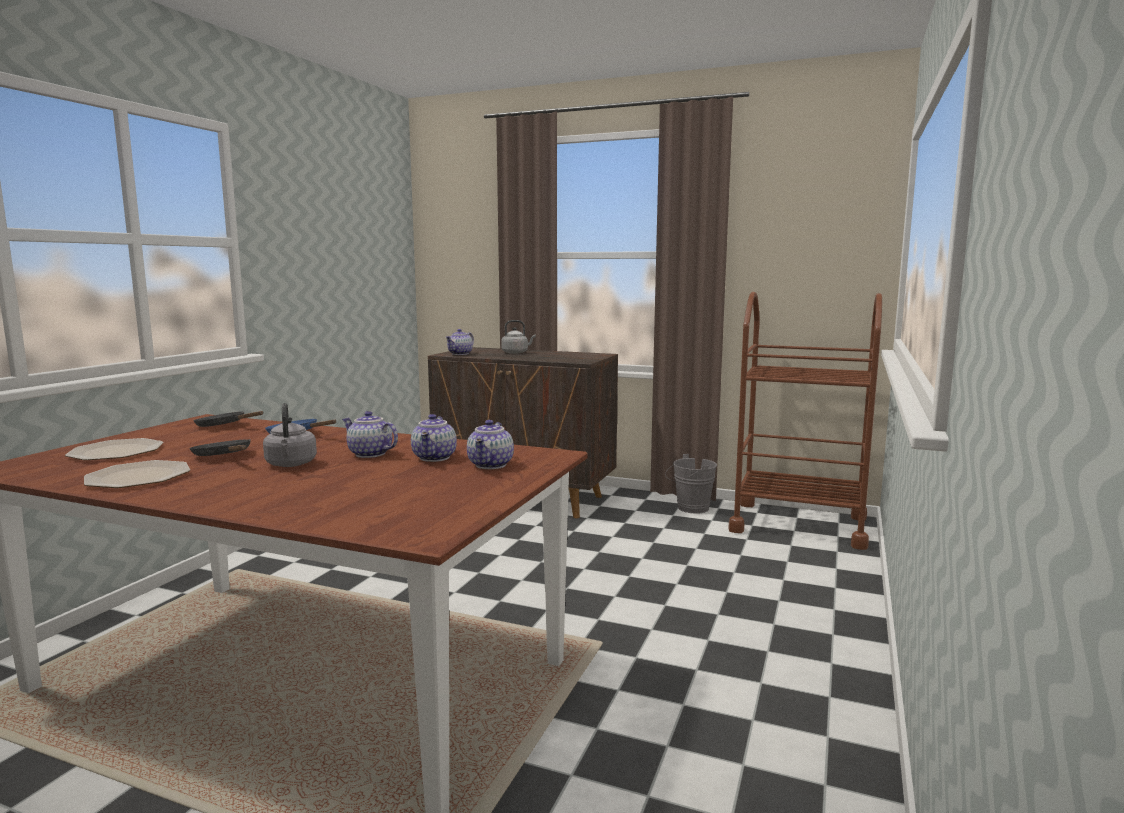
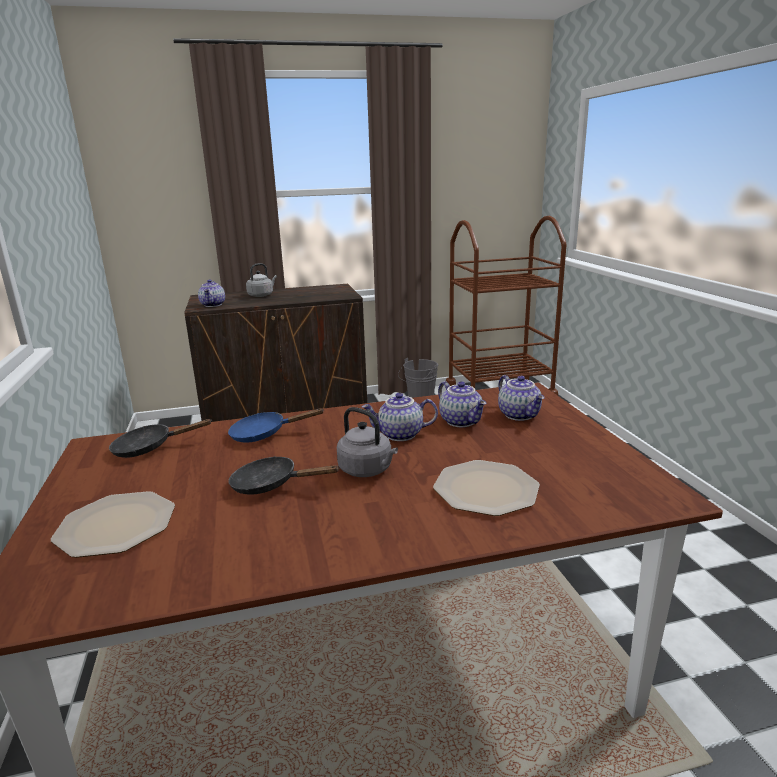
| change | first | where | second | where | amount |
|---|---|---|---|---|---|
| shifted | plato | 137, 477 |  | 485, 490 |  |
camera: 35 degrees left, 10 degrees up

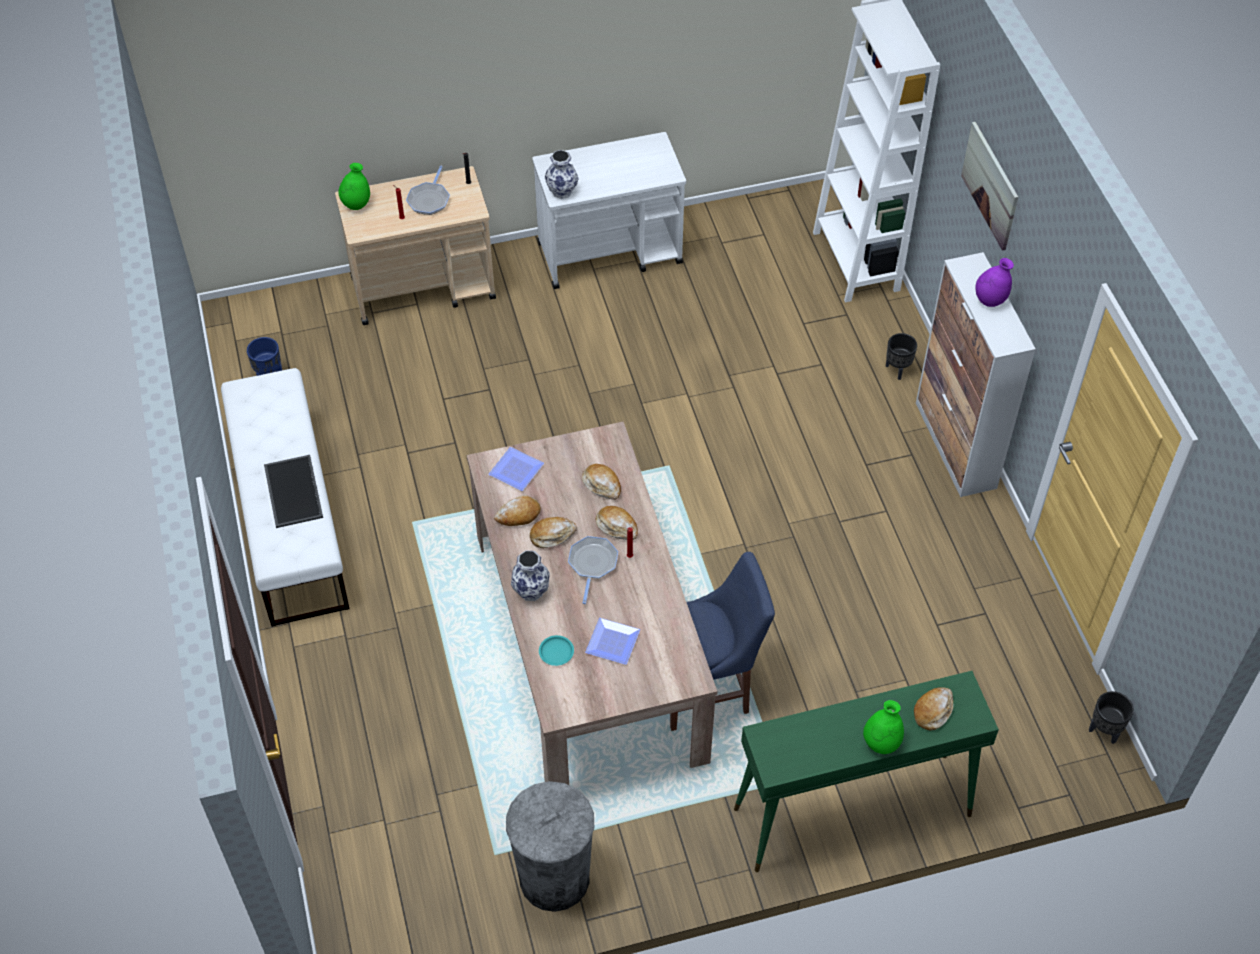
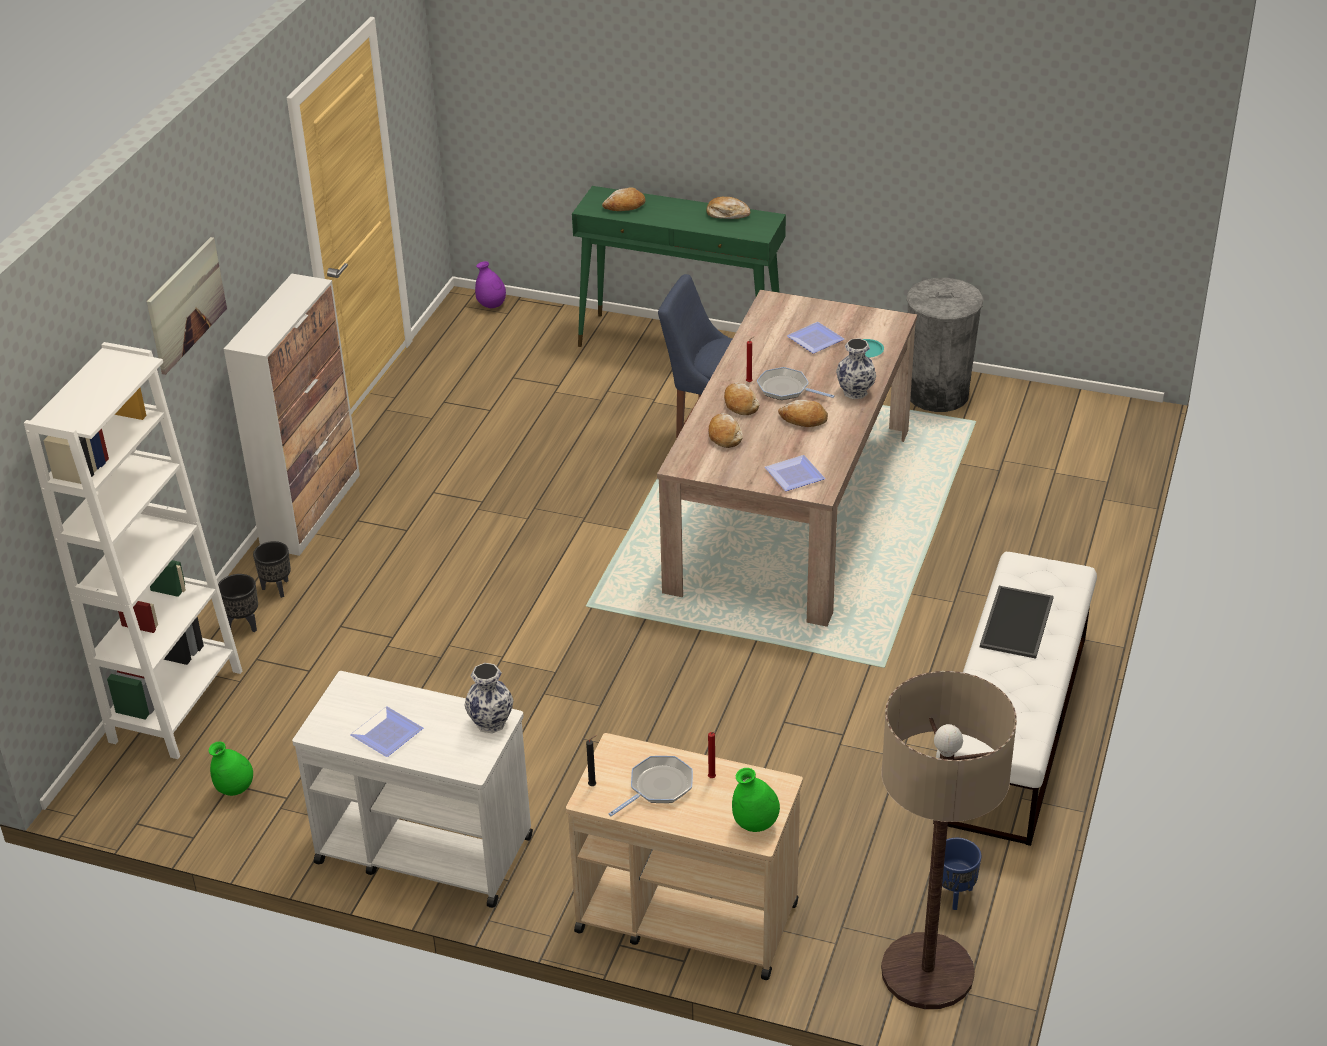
| change | first | where | second | where | amount |
|---|---|---|---|---|---|
| new |  |  | plato | 387, 732 |  |
| new |  |  | lámpara de pie | 927, 972 |  |
| shifted | pan | 518, 515 |  | 727, 214 |  |
| shifted | florero [verde] | 881, 743 |  | 235, 789 |  |
| shifted | florero [morado] | 990, 300 |  | 491, 305 |  |
| shifted | maceta [negro] | 1105, 730 |  | 243, 625 |  |
| rotated | sartén | 592, 564 |  | 786, 389 | 75 degrees clockwise |
camera: 145 degrees left, 15 degrees down

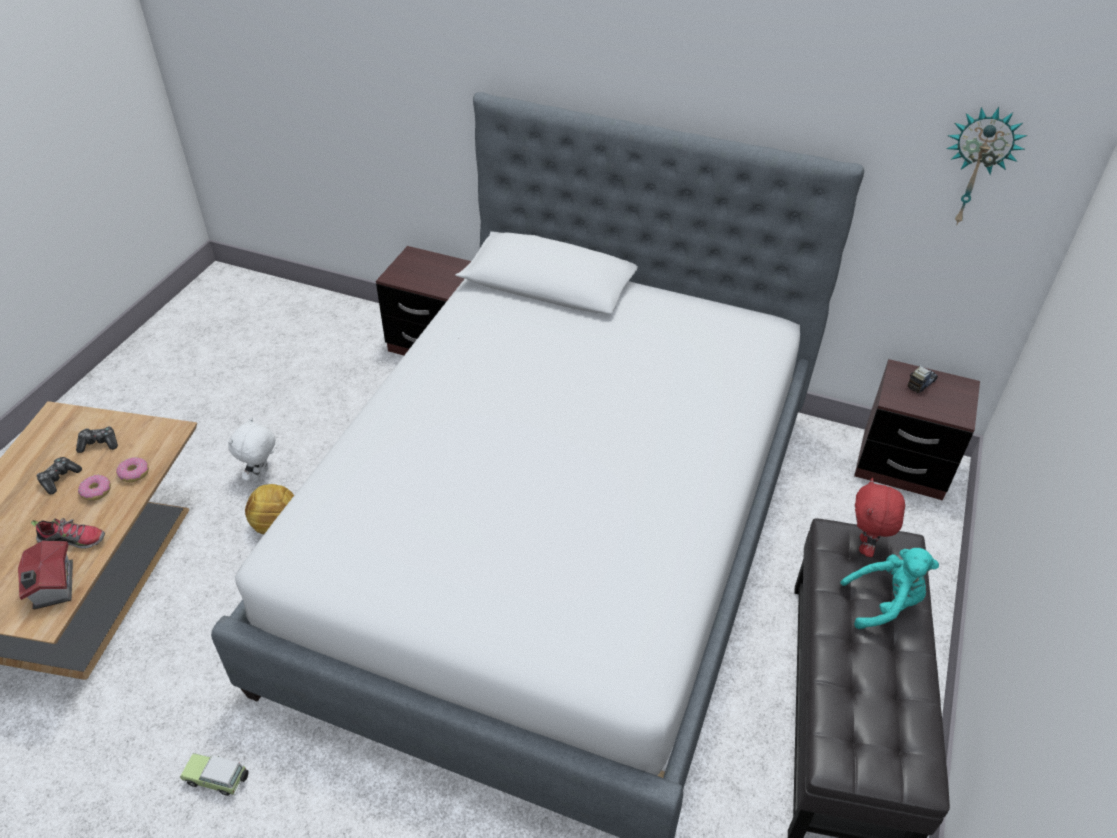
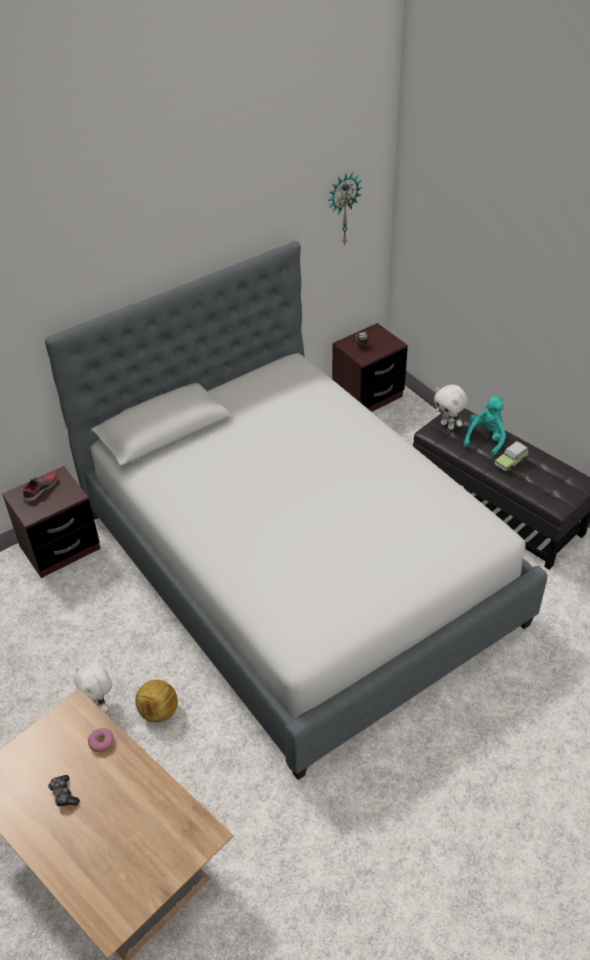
| change | first | where | second | where | amount |
|---|---|---|---|---|---|
| gone | casita | 52, 587 |  |  |  |
| gone | mando de consola | 99, 444 |  |  |  |
| gone | rosquilla | 96, 491 |  |  |  |
| shifted | zapato | 74, 539 |  | 40, 489 |  |
| shifted | coche de juguete | 218, 779 |  | 511, 462 |  |
| repainted | peluche [rojo] | 866, 546 | peluche [blanco] | 448, 425 |  |
camera: 55 degrees left, 0 degrees up

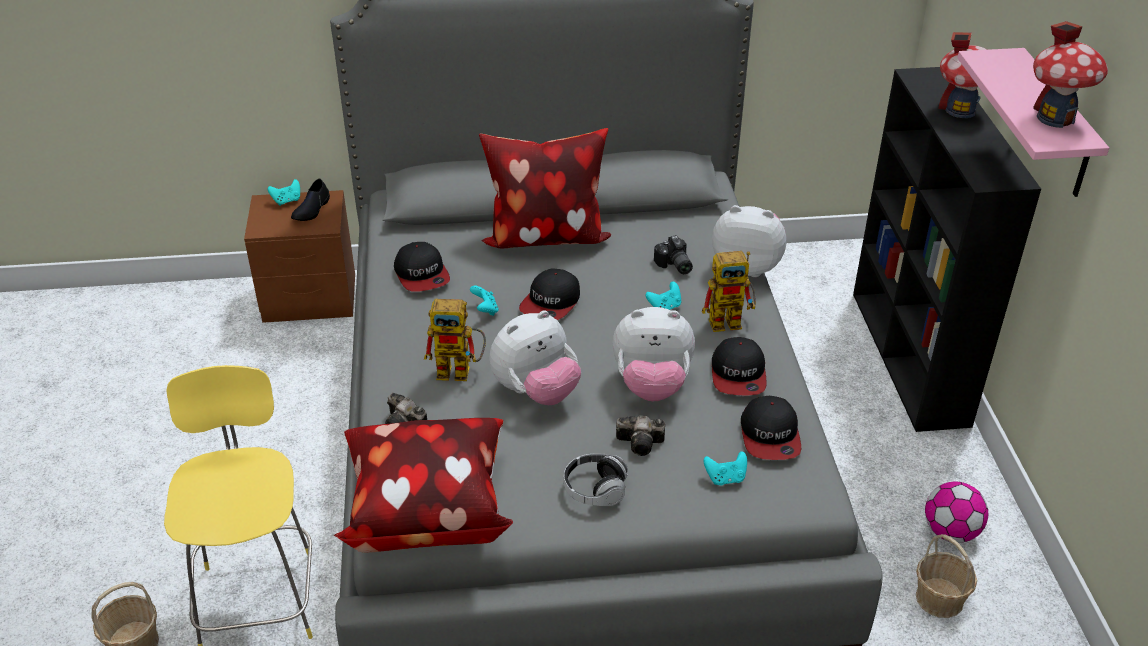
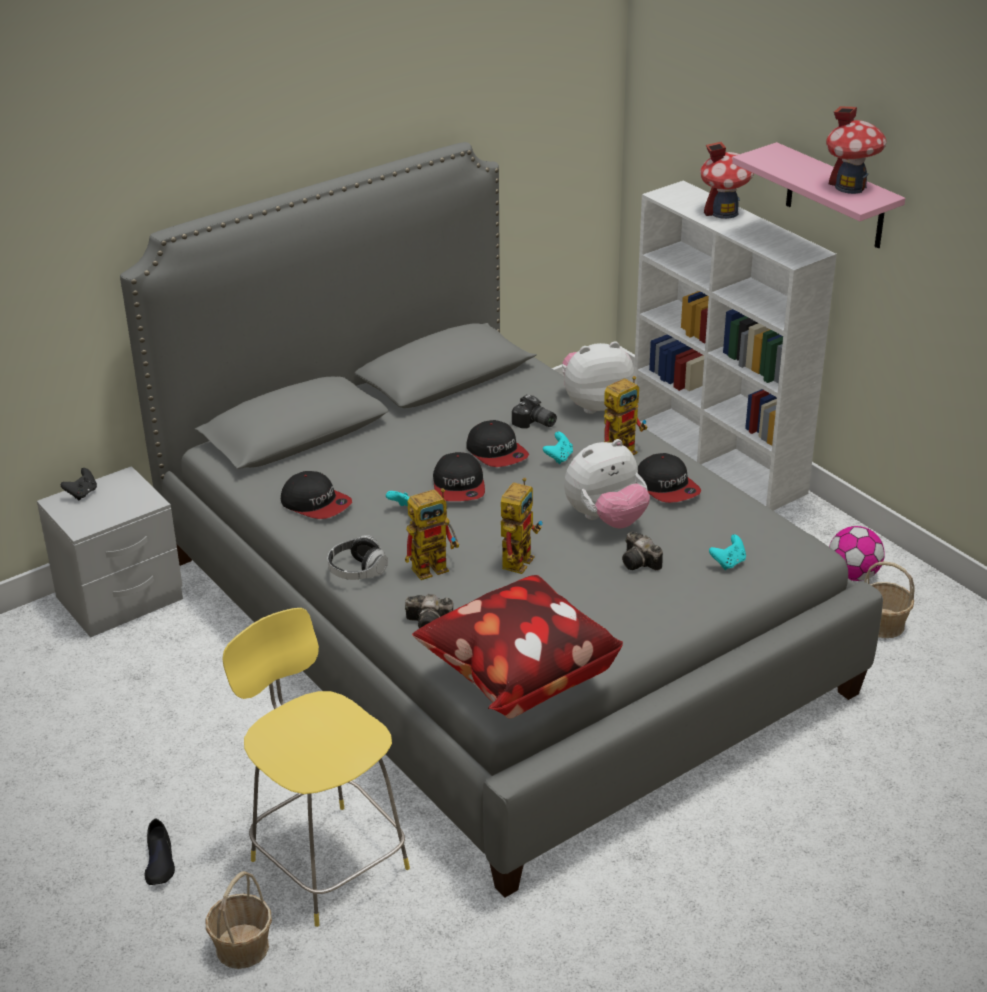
| change | first | where | second | where | amount |
|---|---|---|---|---|---|
| gone | cojín | 545, 236 |  |  |  |
| shifted | zapato [negro] | 311, 209 |  | 159, 862 |  |
| shifted | auriculares | 595, 490 |  | 357, 571 |  |
| shifted | gorra | 770, 436 |  | 497, 453 |  |
| swapped | peluche | 536, 392 | robot de juguete | 517, 557 |  |
| repainted | mesita de noche [marrón] | 310, 298 | mesita de noche [gris] | 120, 599 |  |
| repainted | mando de consola [turquesa] | 287, 201 | mando de consola [negro] | 82, 493 |  |
| repainted | estantería [negro] | 910, 358 | estantería [blanco] | 719, 458 |  |
| rotated | cámara | 642, 443 |  | 641, 563 | 75 degrees clockwise |
camera: 30 degrees left, 5 degrees down

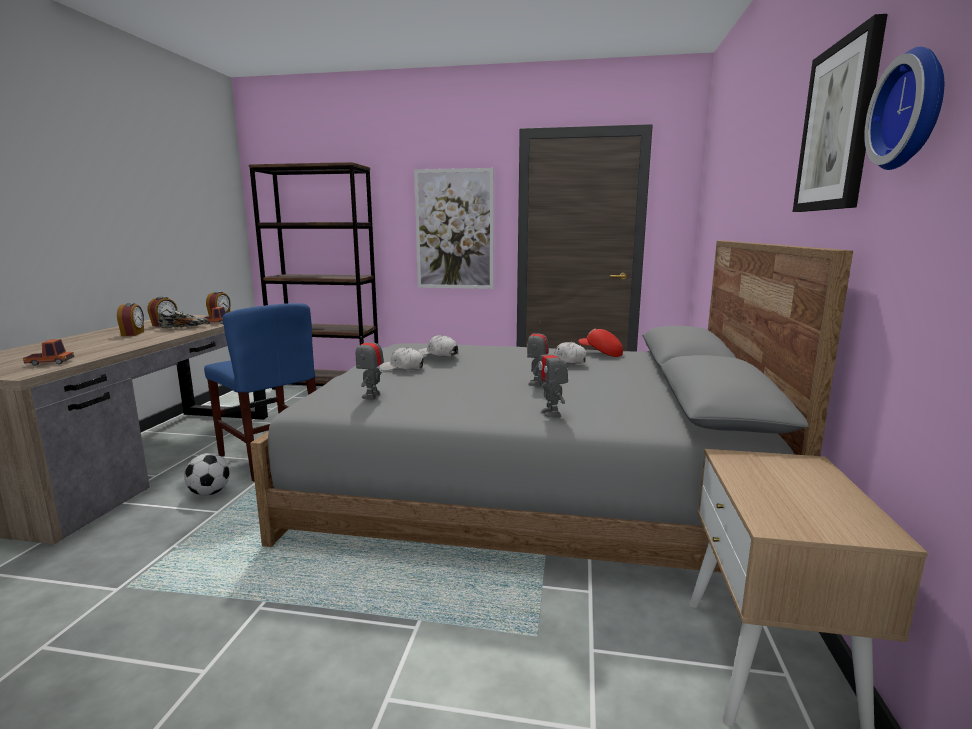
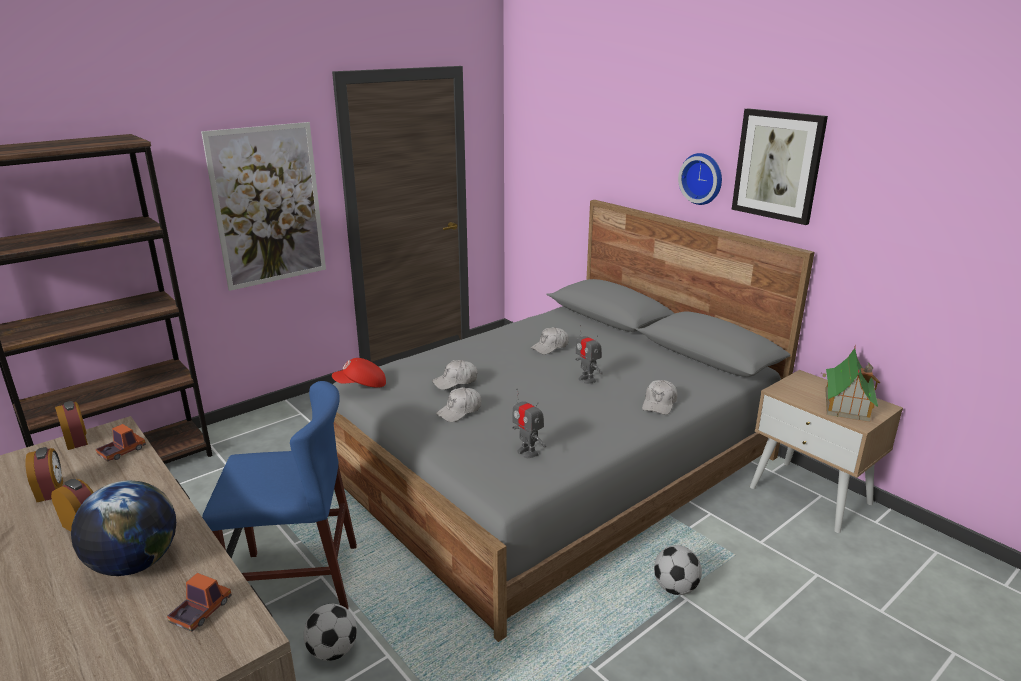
| change | first | where | second | where | amount |
|---|---|---|---|---|---|
| gone | zapato | 184, 327 |  |  |  |
| new |  |  | globo terráqueo | 134, 563 |  |
| new |  |  | balón de fútbol | 675, 588 |  |
| new |  |  | casita | 846, 404 |  |
| shifted | gorra [rojo] | 600, 353 |  | 361, 385 |  |
| shifted | reloj de pared | 913, 110 |  | 702, 178 |  |
| swapped | robot de juguete | 551, 413 | gorra [blanco] | 659, 403 |  |
camera: 50 degrees left, 10 degrees up

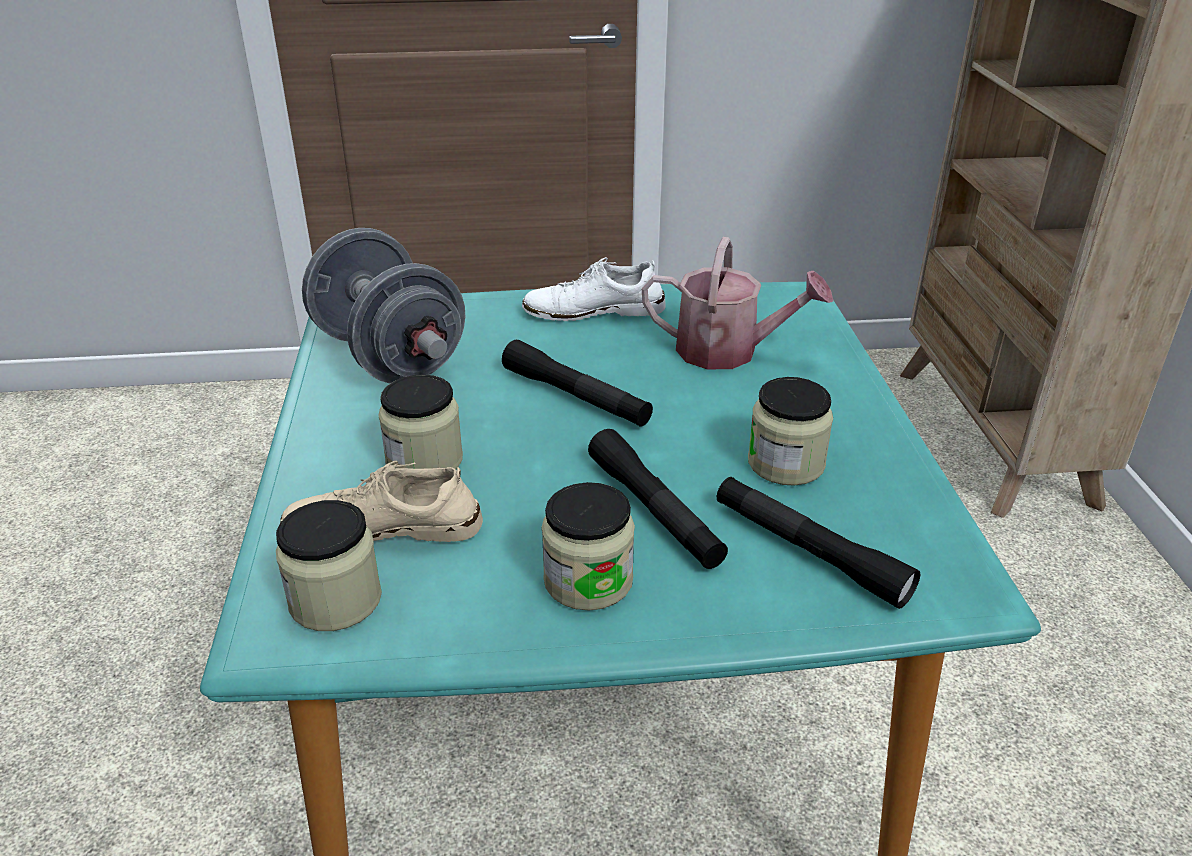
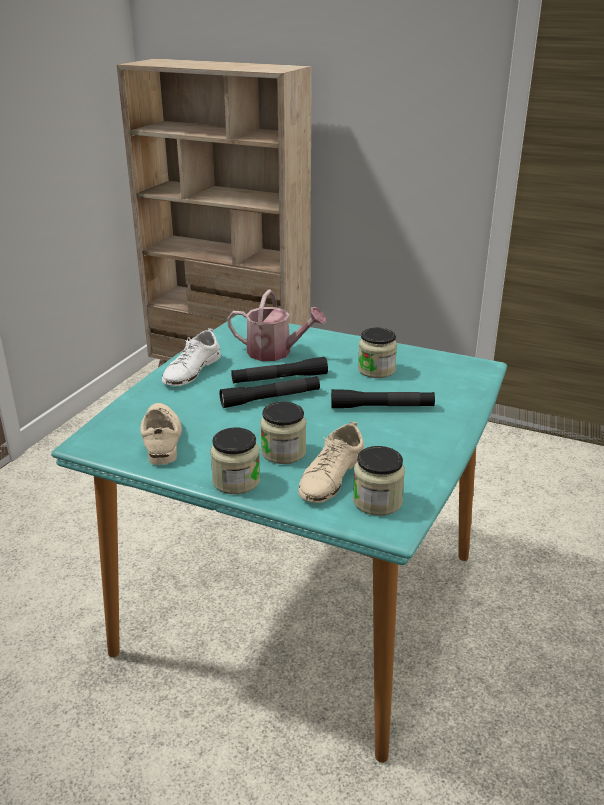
| change | first | where | second | where | amount |
|---|---|---|---|---|---|
| shifted | tarro | 588, 581 |  | 236, 481 |  |
| shifted | linterna [negro] | 808, 552 |  | 279, 379 |  |
| swapped | mancuerna [gris] | 390, 356 | zapato [beis] | 162, 439 |  |
| rotated | regadera | 728, 351 |  | 275, 352 | 60 degrees clockwise |
camera: 60 degrees left, 5 degrees down

